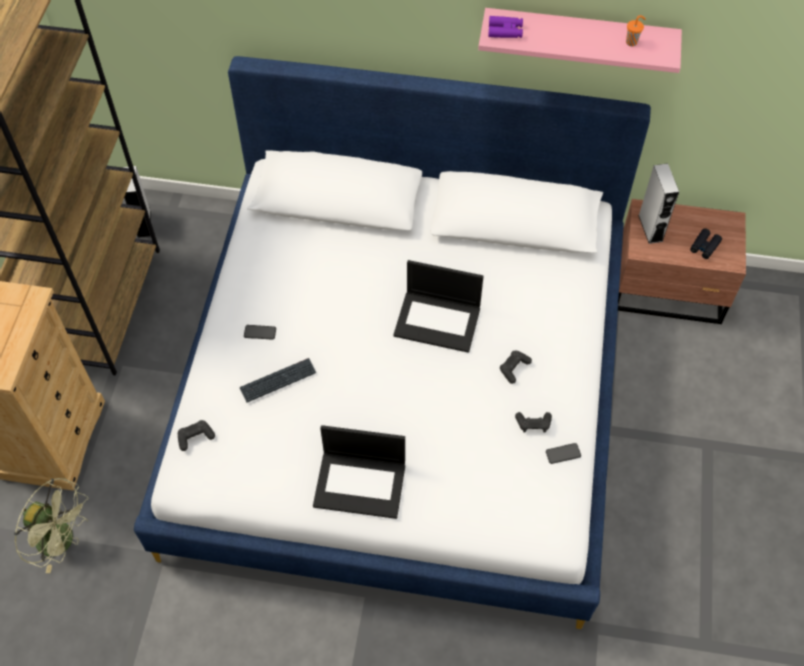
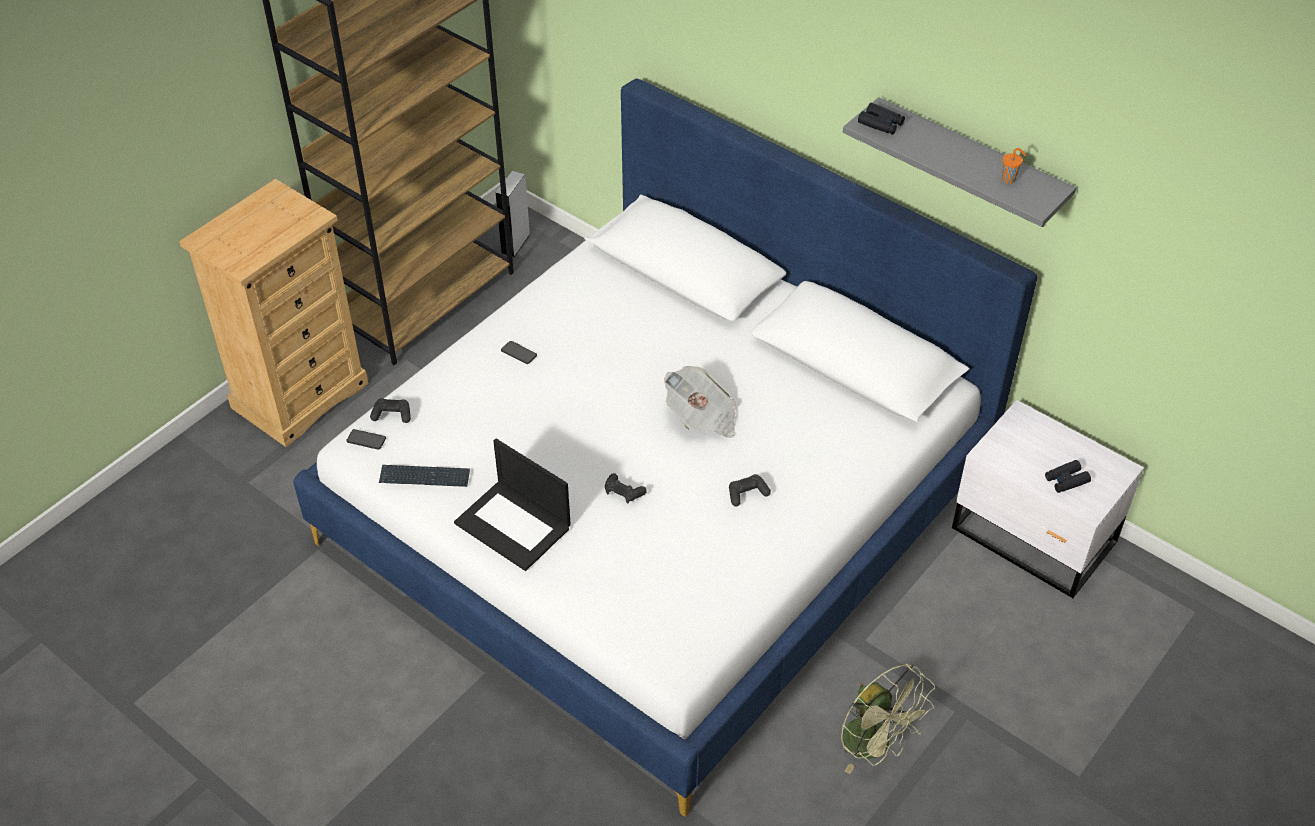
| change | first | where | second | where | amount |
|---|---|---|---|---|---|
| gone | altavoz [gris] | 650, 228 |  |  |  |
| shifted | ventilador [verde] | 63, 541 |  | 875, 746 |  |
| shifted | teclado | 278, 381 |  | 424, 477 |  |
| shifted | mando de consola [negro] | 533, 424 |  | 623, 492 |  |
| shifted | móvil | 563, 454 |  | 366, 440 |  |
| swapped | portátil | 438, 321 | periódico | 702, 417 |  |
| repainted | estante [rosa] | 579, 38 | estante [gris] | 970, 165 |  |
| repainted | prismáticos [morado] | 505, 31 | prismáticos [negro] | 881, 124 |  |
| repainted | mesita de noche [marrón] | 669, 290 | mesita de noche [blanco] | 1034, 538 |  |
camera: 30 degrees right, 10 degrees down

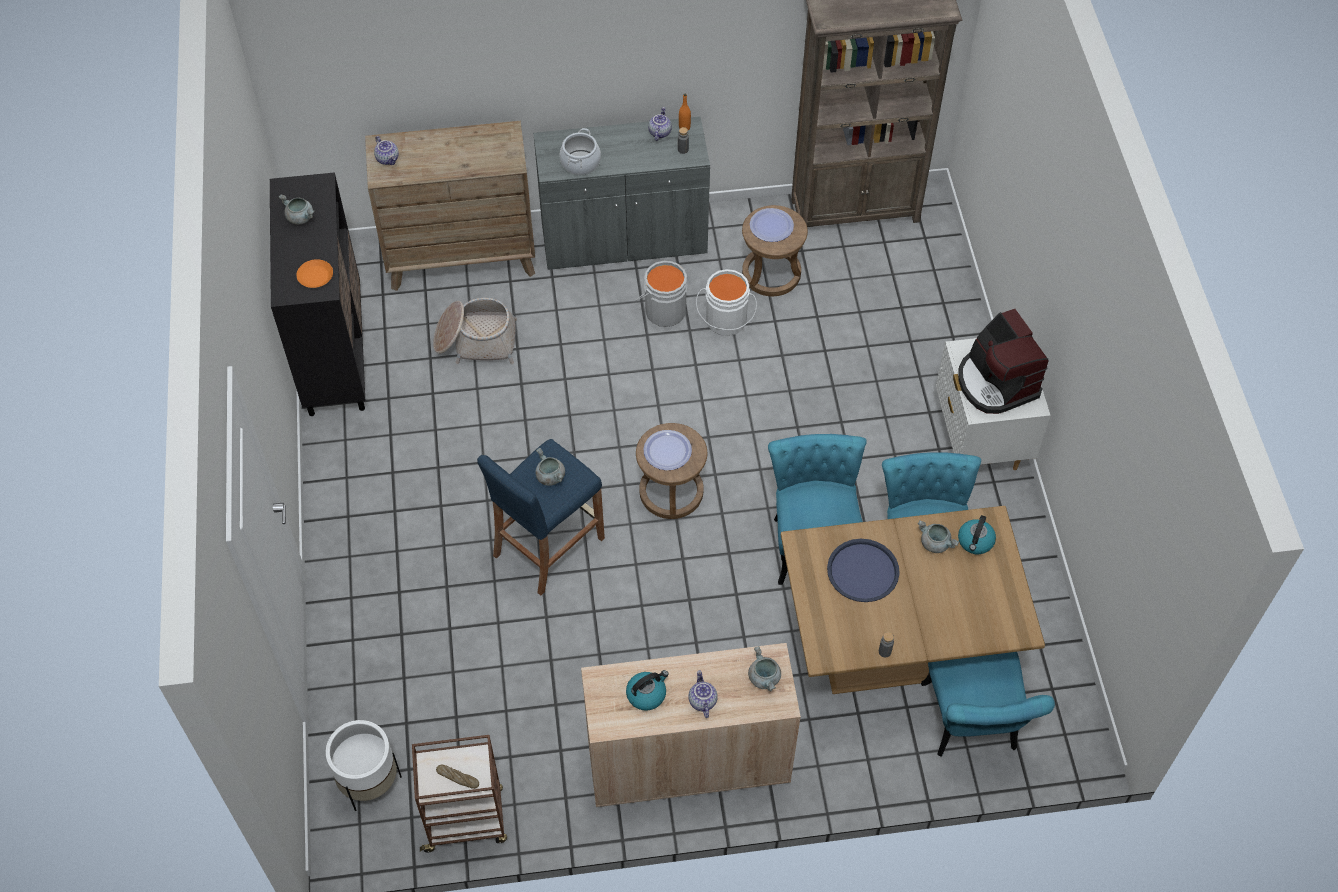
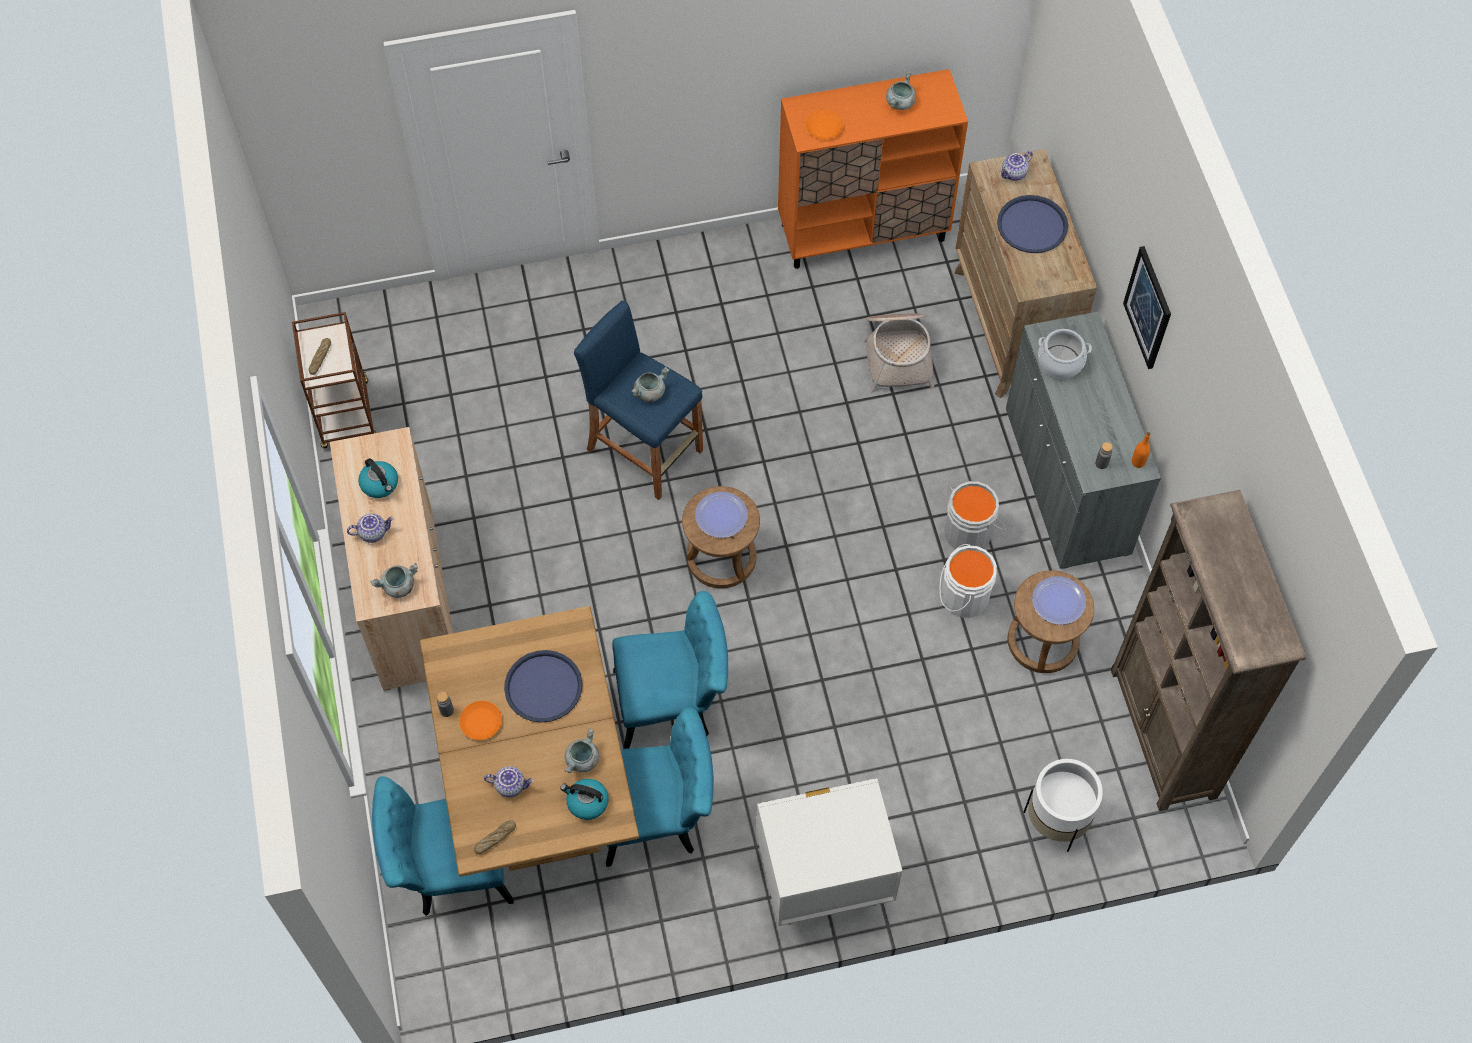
| change | first | where | second | where | amount |
|---|---|---|---|---|---|
| gone | cafetera | 996, 383 |  |  |  |
| new |  |  | plato [naranja] | 481, 722 |  |
| new |  |  | pan | 495, 838 |  |
| new |  |  | bandeja [azul] | 1032, 225 |  |
| new |  |  | cuadro | 1148, 307 |  |
| shifted | maceta [blanco] | 369, 782 |  | 1056, 820 |  |
| shifted | tetera | 659, 132 |  | 511, 785 |  |
| repainted | armario [negro] | 335, 352 | armario [naranja] | 863, 232 |  |
camera: 85 degrees right, 5 degrees up

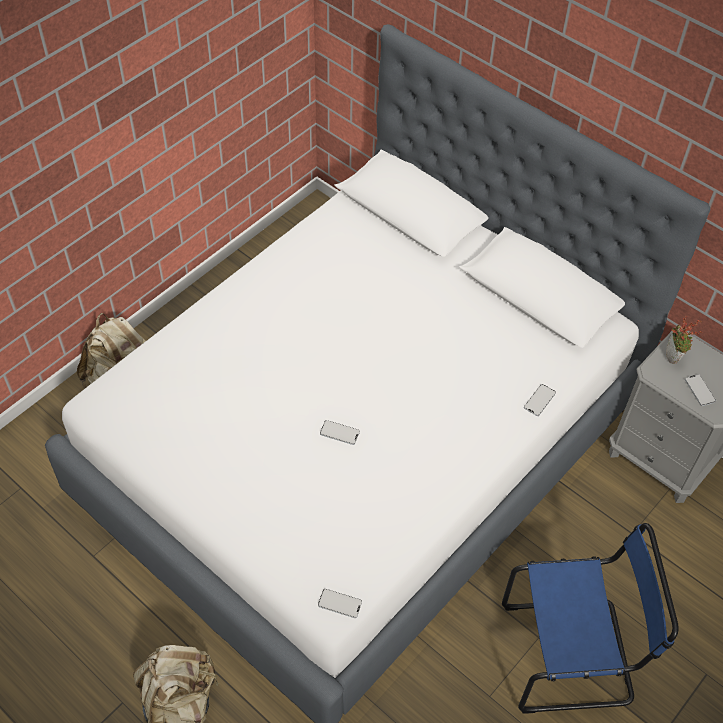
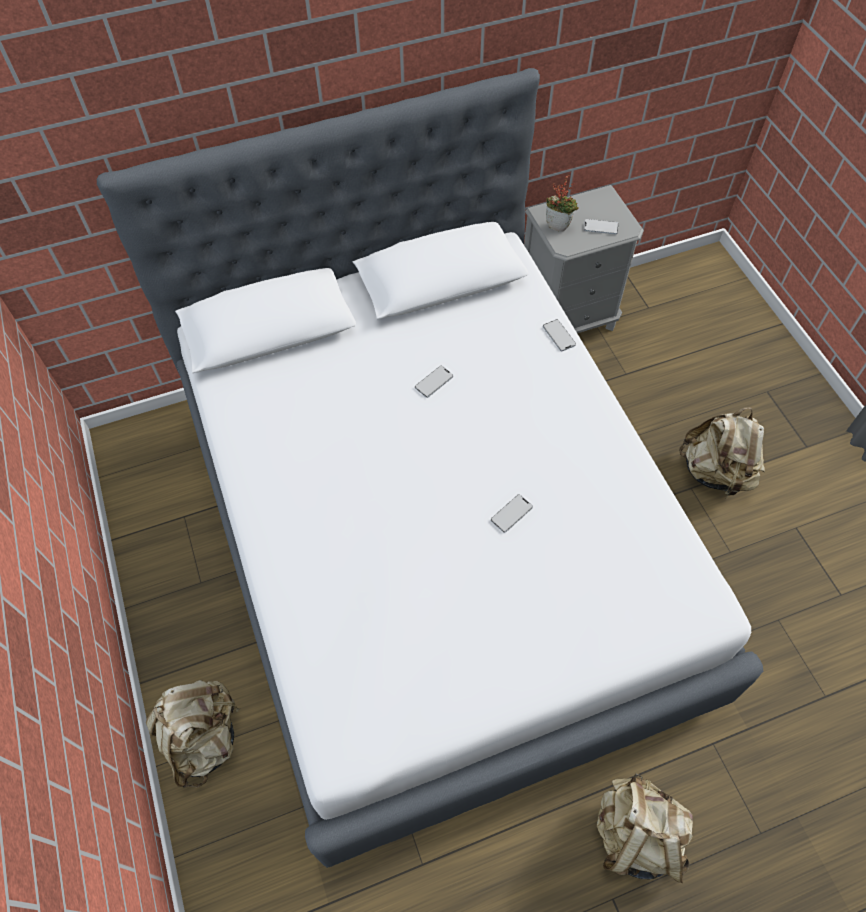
| change | first | where | second | where | amount |
|---|---|---|---|---|---|
| shifted | móvil | 340, 604 |  | 434, 382 |  |
| swapped | silla [azul] | 571, 654 | mochila [beis] | 716, 472 |  |
camera: 60 degrees left, 5 degrees up

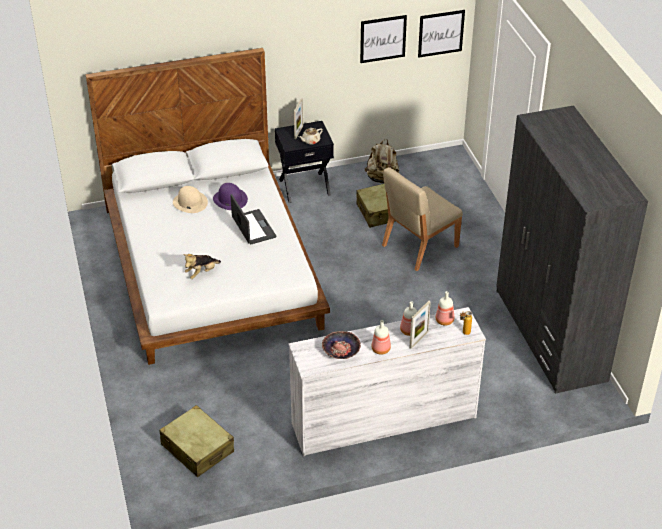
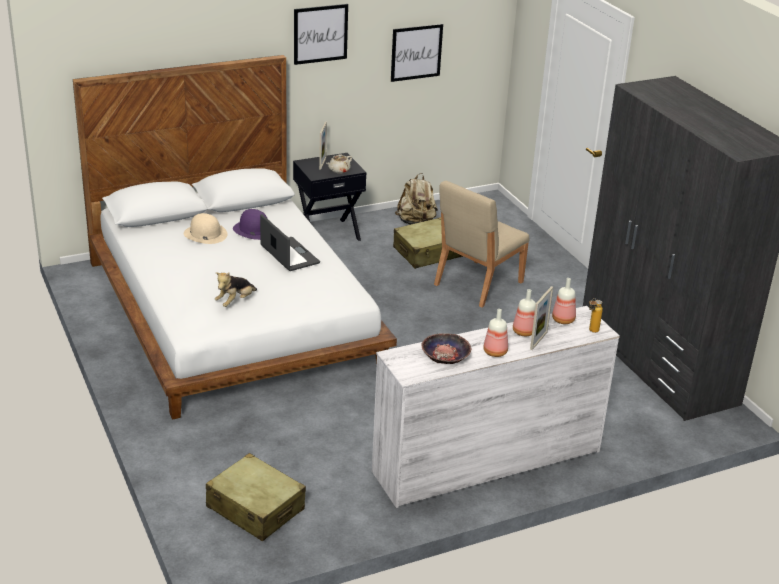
| change | first | where | second | where | amount |
|---|---|---|---|---|---|
| shifted | cuadro | 441, 33 |  | 320, 34 |  |
camera: 10 degrees left, 10 degrees down

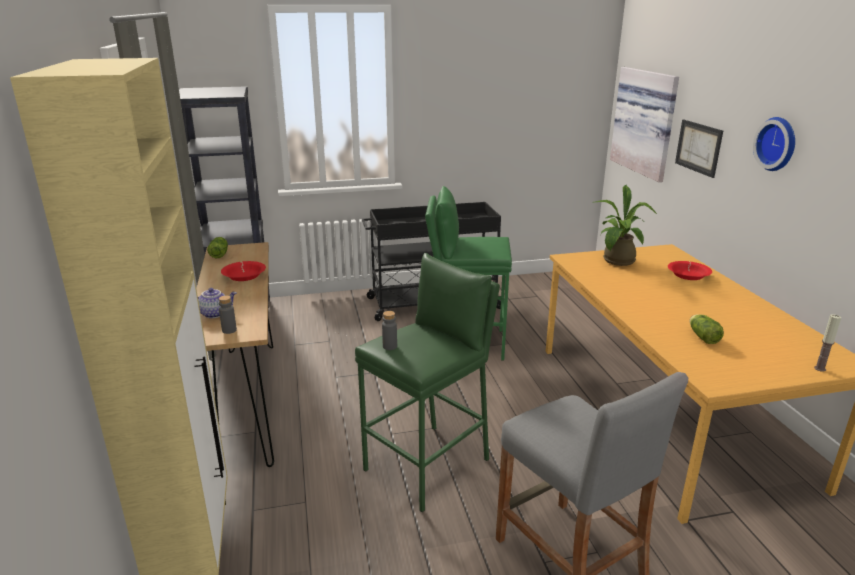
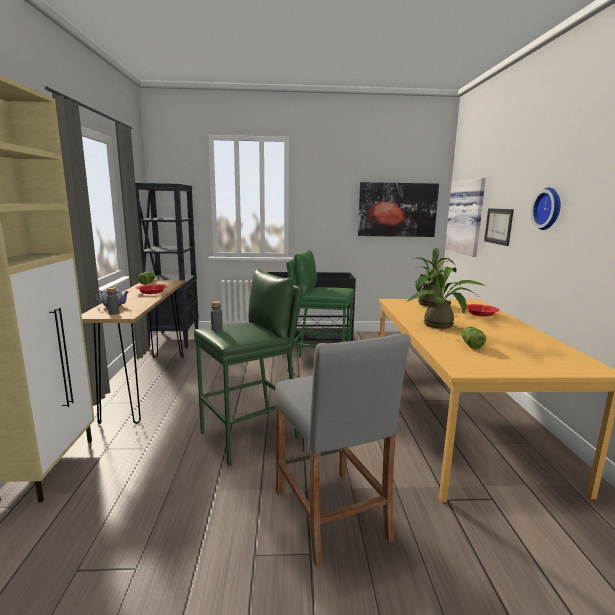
| change | first | where | second | where | amount |
|---|---|---|---|---|---|
| gone | vela | 820, 368 |  |  |  |
| new |  |  | cuadro | 397, 210 |  |
| new |  |  | planta en maceta | 442, 326 |  |
camera: 10 degrees right, 10 degrees down

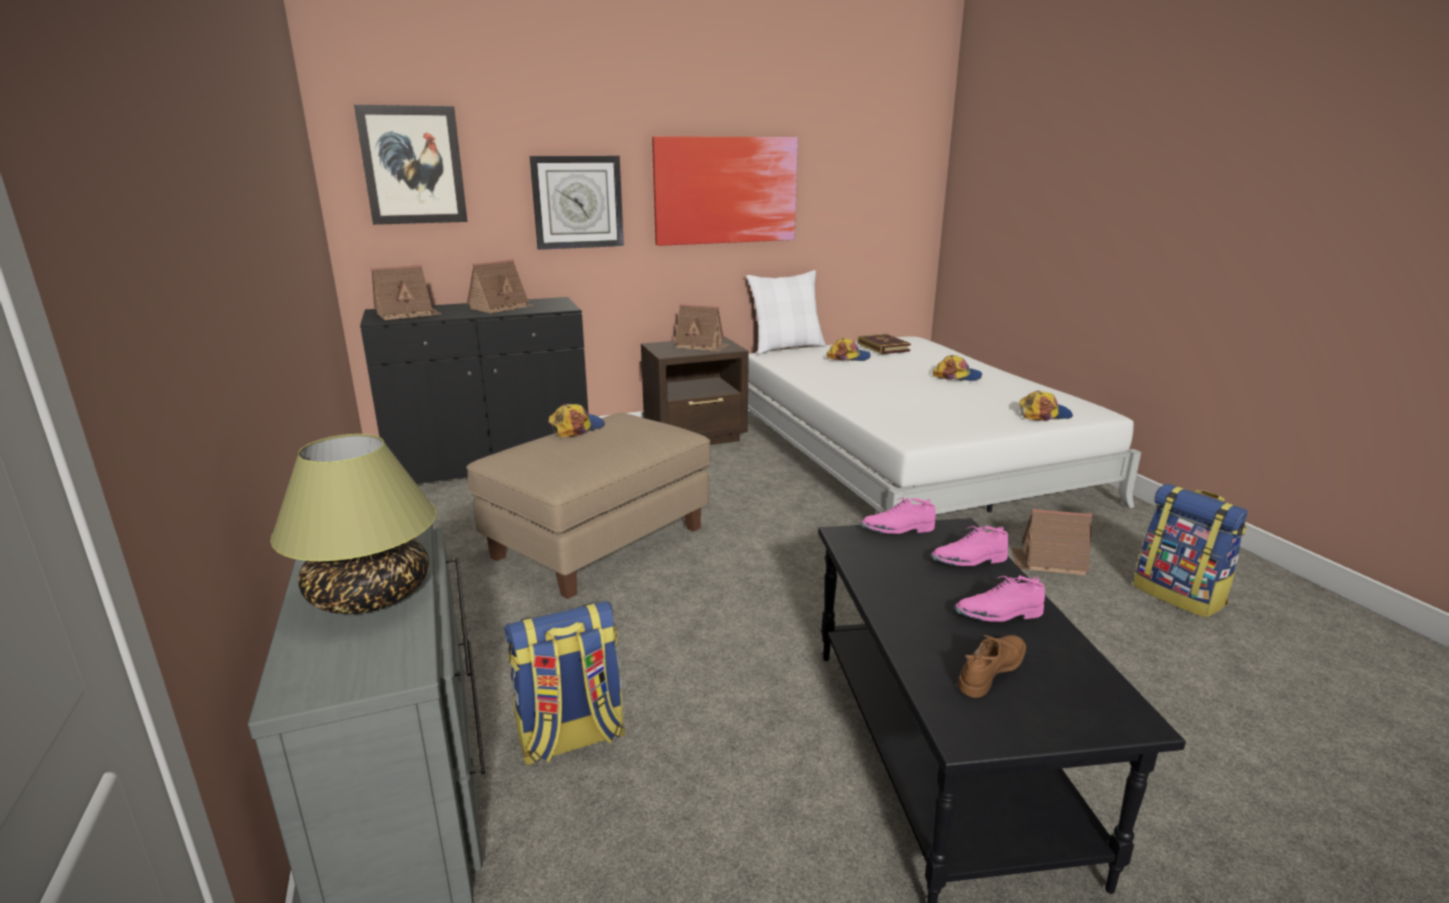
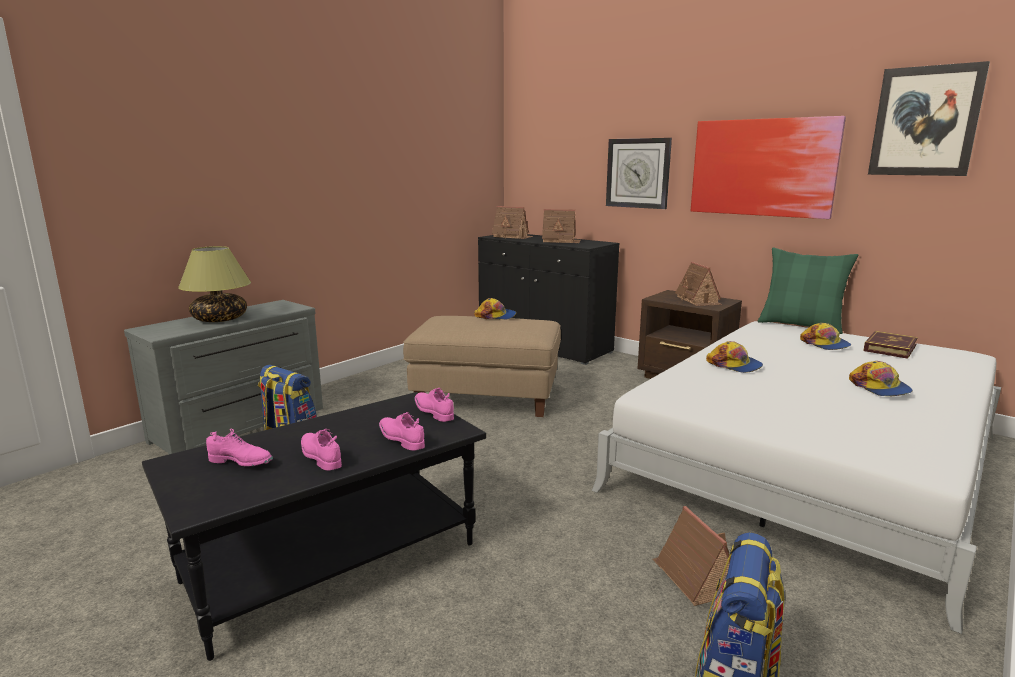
| change | first | where | second | where | amount |
|---|---|---|---|---|---|
| shifted | cuadro | 413, 165 |  | 925, 121 |  |
| shifted | gorra | 1044, 414 |  | 734, 365 |  |
| repainted | cojín [blanco] | 786, 348 | cojín [verde] | 800, 325 |  |
| repainted | zapato [marrón] | 991, 672 | zapato [rosa] | 241, 462 |  |
camera: 60 degrees right, 5 degrees down

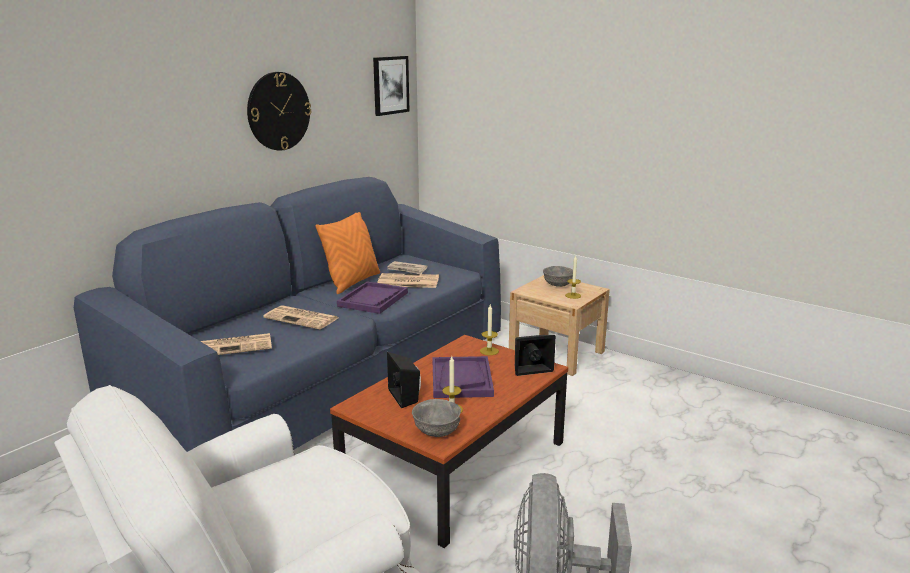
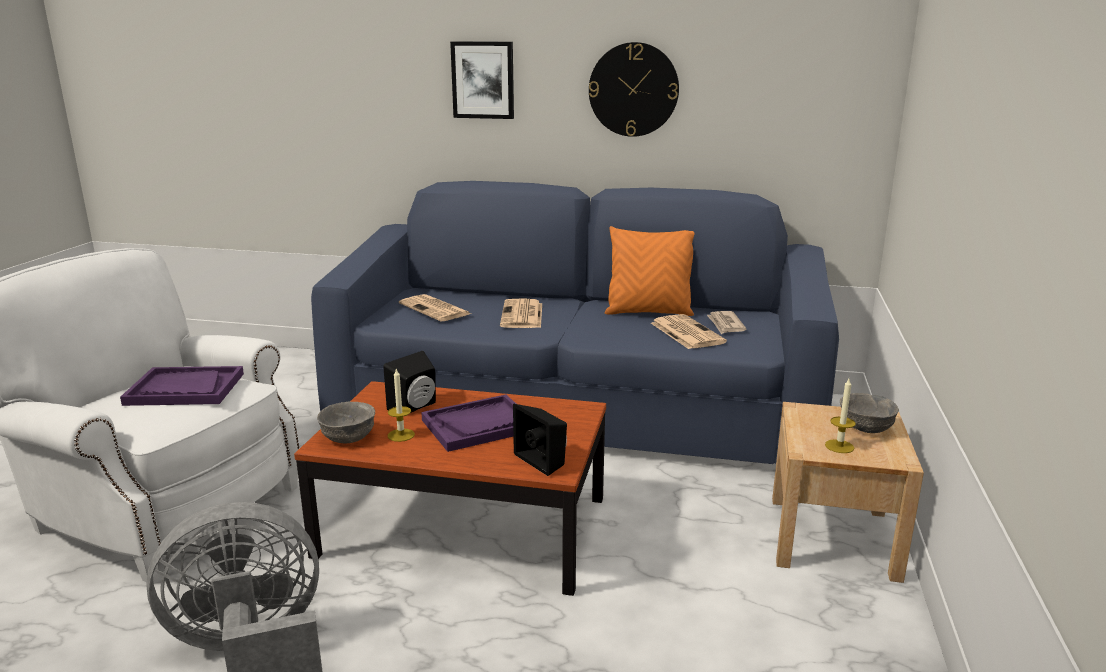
| change | first | where | second | where | amount |
|---|---|---|---|---|---|
| gone | vela | 489, 351 |  |  |  |
| shifted | bandeja [morado] | 373, 299 |  | 185, 389 |  |
| shifted | cuadro | 390, 85 |  | 483, 80 |  |
camera: 65 degrees right, 0 degrees up

